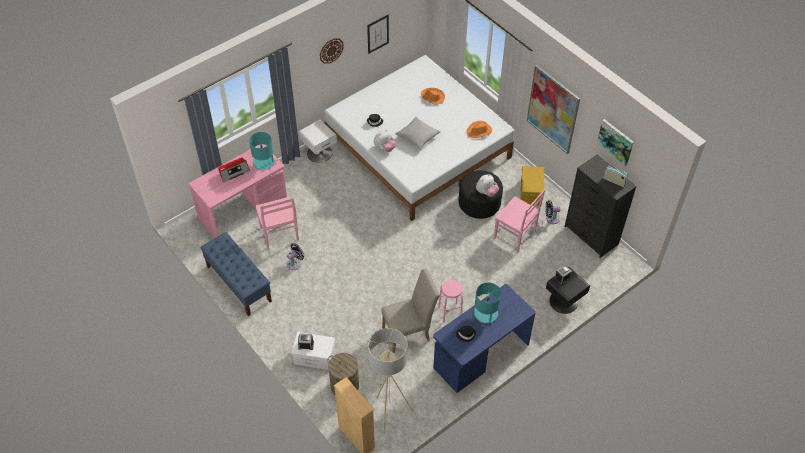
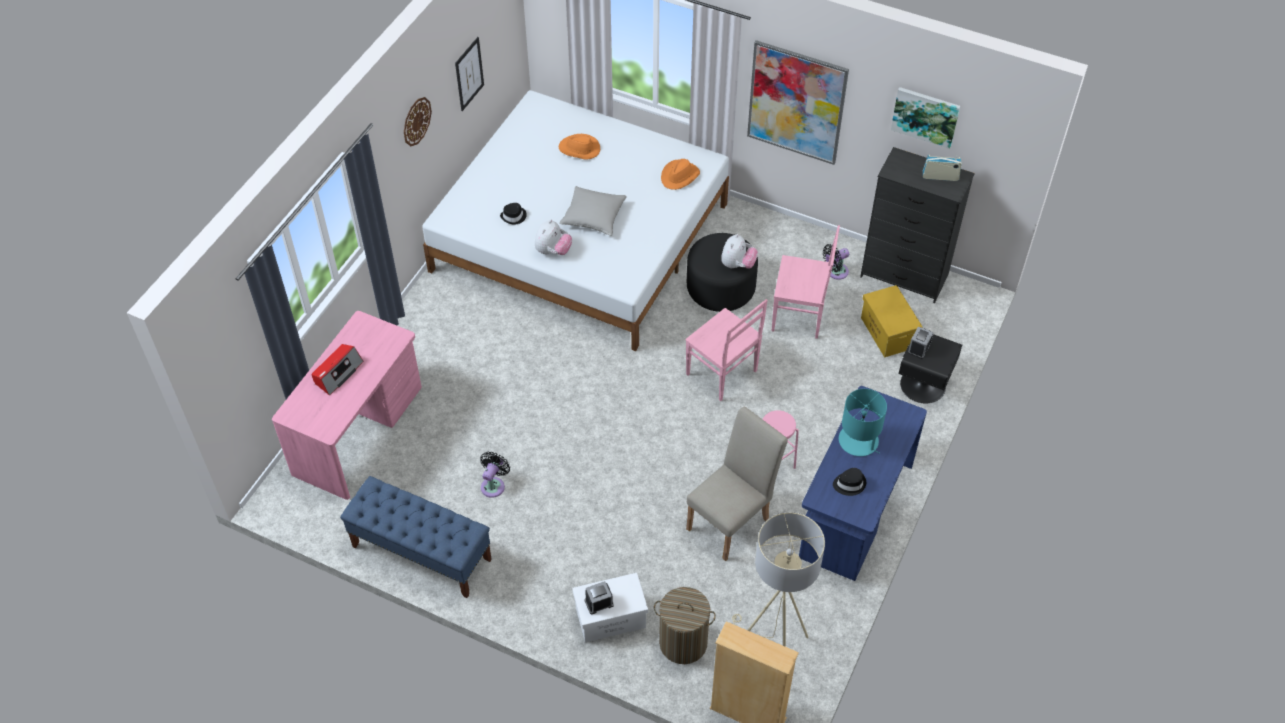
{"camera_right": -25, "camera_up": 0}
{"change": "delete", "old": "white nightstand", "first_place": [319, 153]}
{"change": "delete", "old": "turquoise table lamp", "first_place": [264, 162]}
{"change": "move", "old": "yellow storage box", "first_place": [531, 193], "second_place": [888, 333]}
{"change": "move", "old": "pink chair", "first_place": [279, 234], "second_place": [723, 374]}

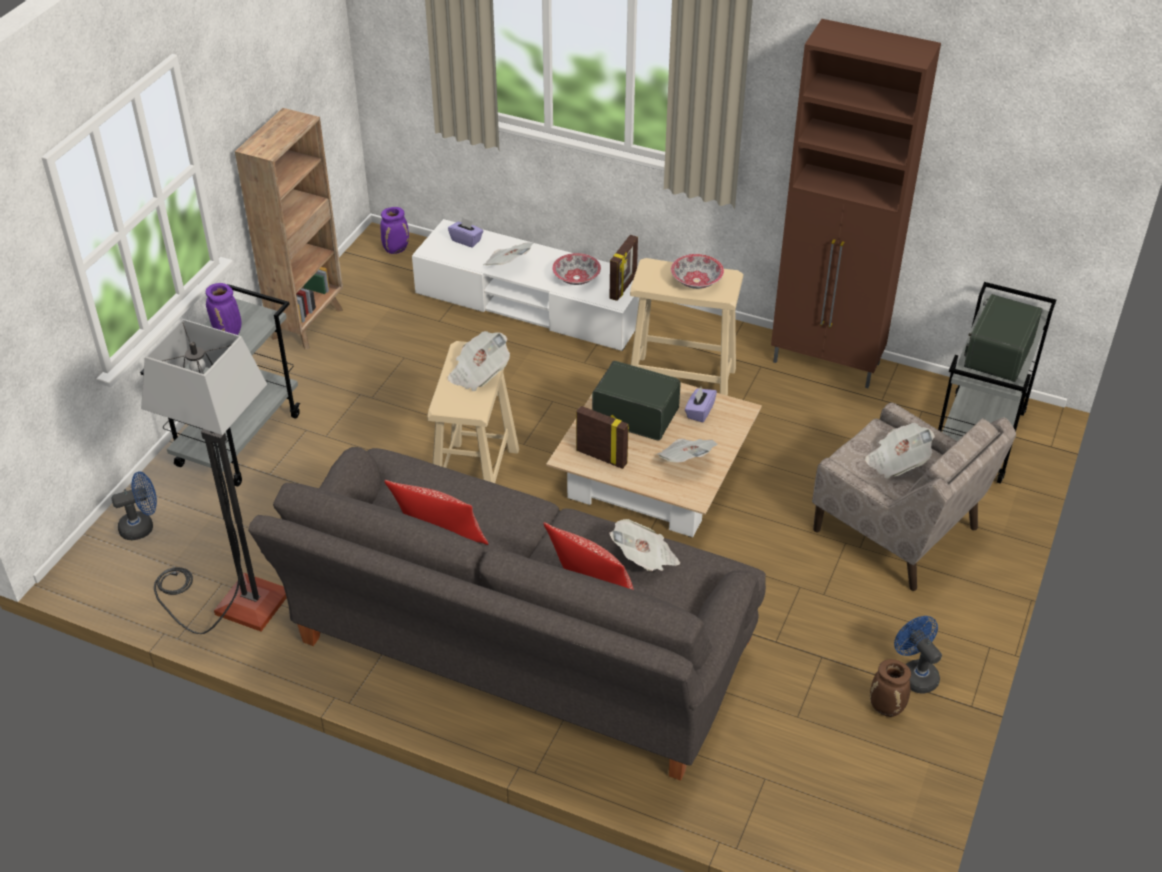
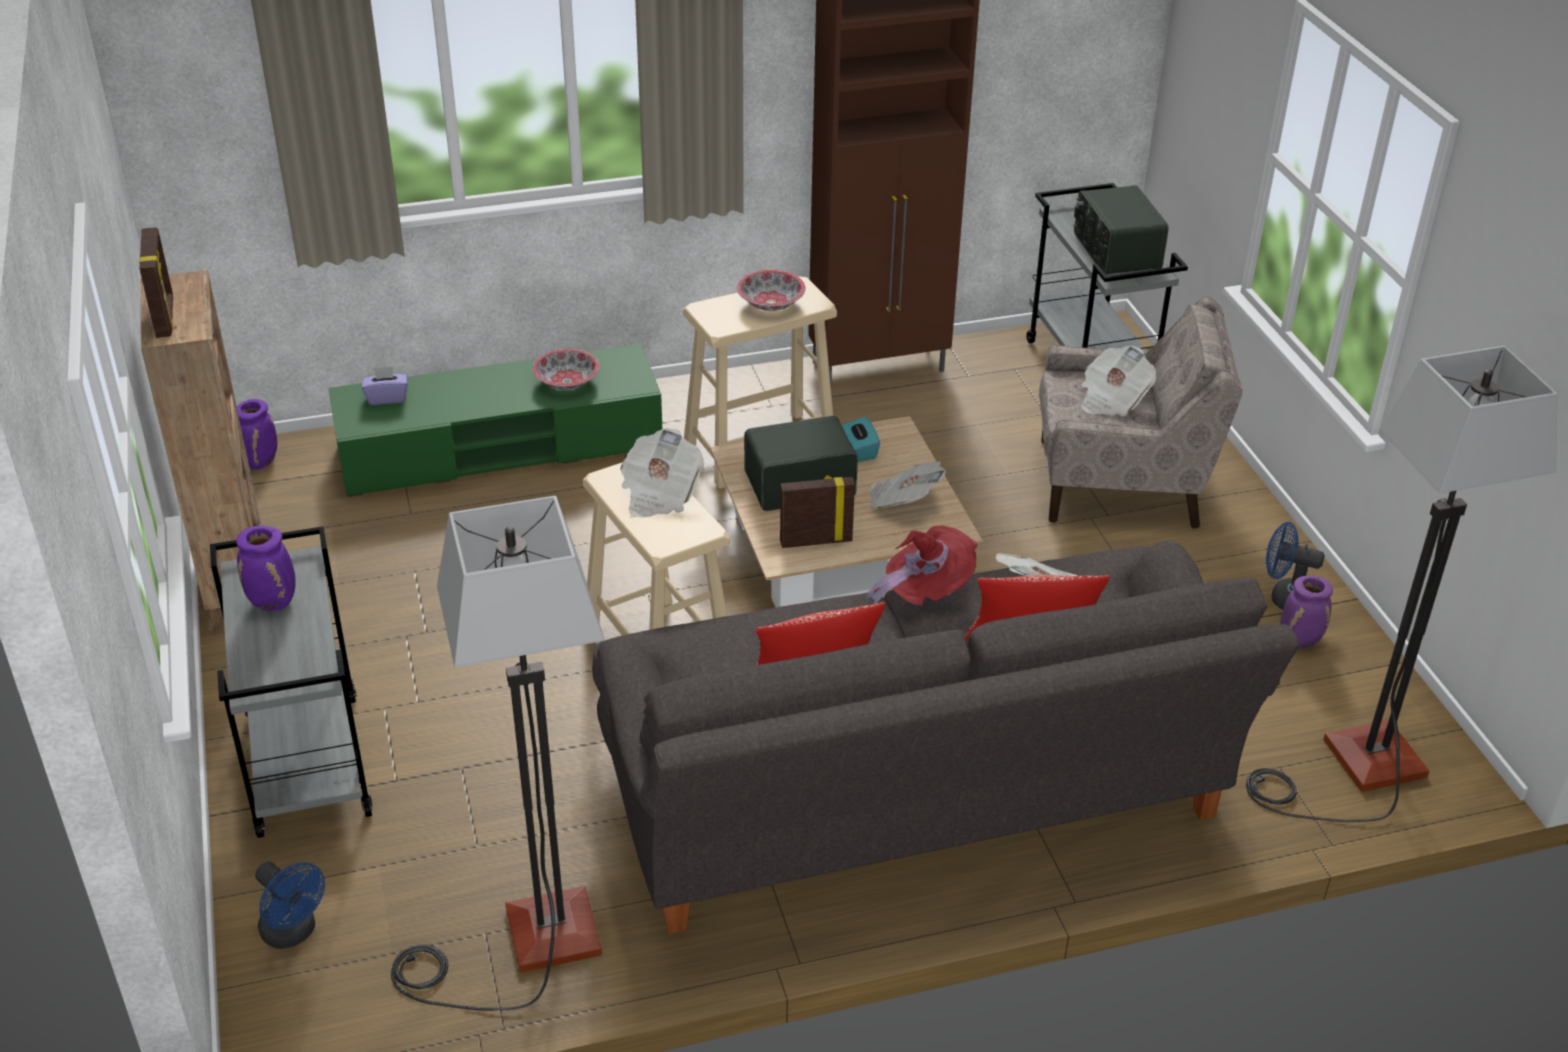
{"camera_right": -40, "camera_up": -5}
{"change": "recolor", "old": "white tv stand", "new": "green tv stand", "first_place": [530, 304], "second_place": [500, 448]}
{"change": "move", "old": "picture frame", "first_place": [624, 287], "second_place": [166, 317]}
{"change": "delete", "old": "newspaper", "first_place": [508, 265]}
{"change": "recolor", "old": "purple tissue box", "new": "turquoise tissue box", "first_place": [699, 412], "second_place": [859, 450]}
{"change": "rotate", "old": "blue fan", "first_place": [142, 526], "second_place": [294, 933], "degrees": 105}
{"change": "recolor", "old": "brown vase", "new": "purple vase", "first_place": [887, 708], "second_place": [1299, 641]}
{"change": "insert", "new": "floor lamp", "second_place": [1354, 769]}
{"change": "insert", "new": "red hat", "second_place": [925, 591]}

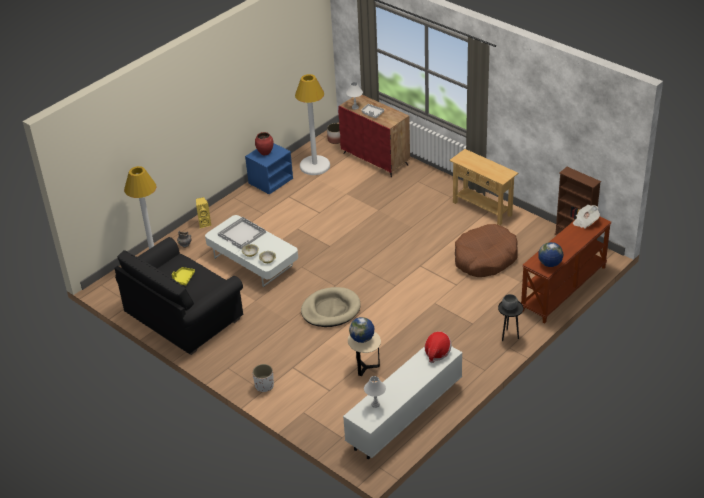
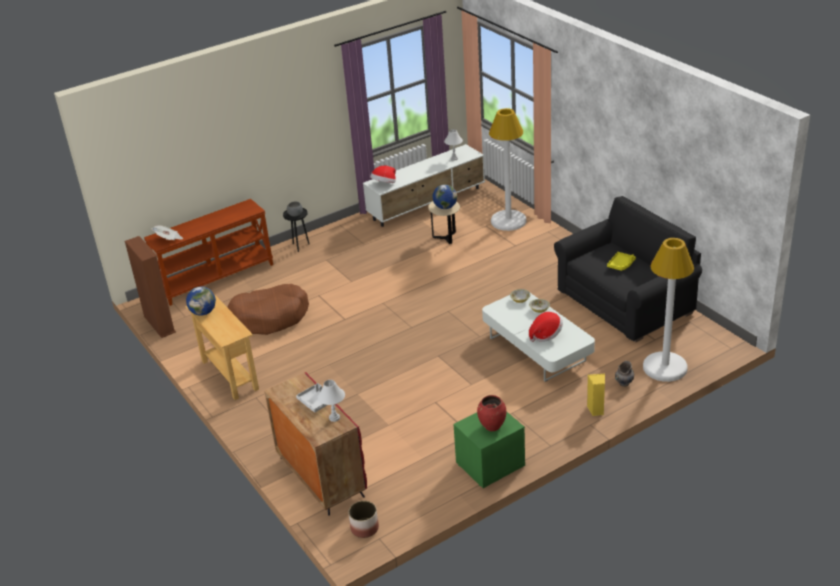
{"camera_right": -165, "camera_up": -5}
{"change": "move", "old": "white floor lamp", "first_place": [315, 166], "second_place": [508, 221]}
{"change": "recolor", "old": "blue nightstand", "new": "green nightstand", "first_place": [270, 181], "second_place": [490, 465]}
{"change": "replace", "old": "white tray", "new": "hat", "first_place": [242, 234], "second_place": [545, 335]}
{"change": "move", "old": "globe", "first_place": [550, 264], "second_place": [203, 312]}
{"change": "delete", "old": "beige dog bed", "first_place": [330, 310]}
{"change": "delete", "old": "white planter", "first_place": [264, 386]}

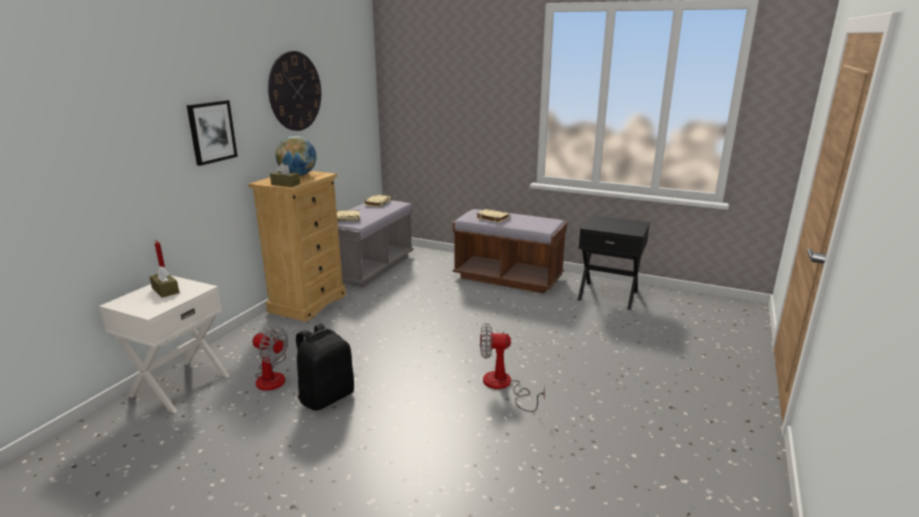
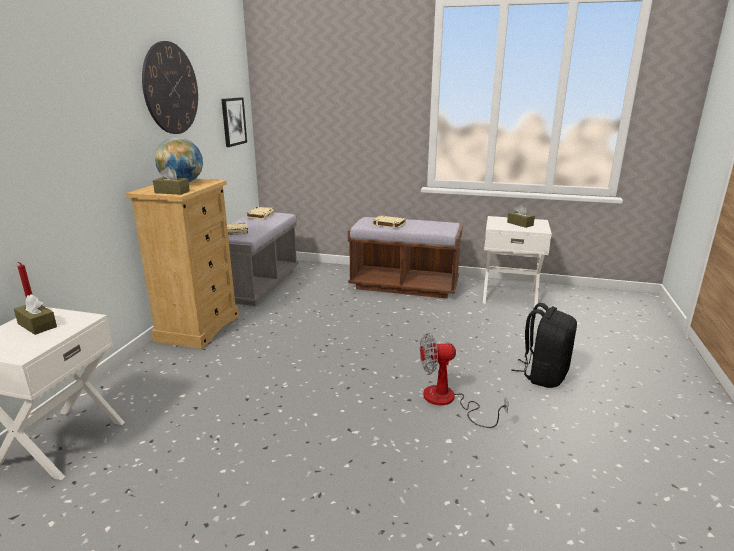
{"camera_right": -10, "camera_up": 0}
{"change": "move", "old": "picture", "first_place": [211, 132], "second_place": [233, 121]}
{"change": "recolor", "old": "black nightstand", "new": "white nightstand", "first_place": [608, 295], "second_place": [509, 295]}
{"change": "move", "old": "black backpack", "first_place": [326, 397], "second_place": [543, 375]}
{"change": "delete", "old": "fan", "first_place": [272, 376]}
{"change": "insert", "new": "brown tissue box", "second_place": [520, 224]}

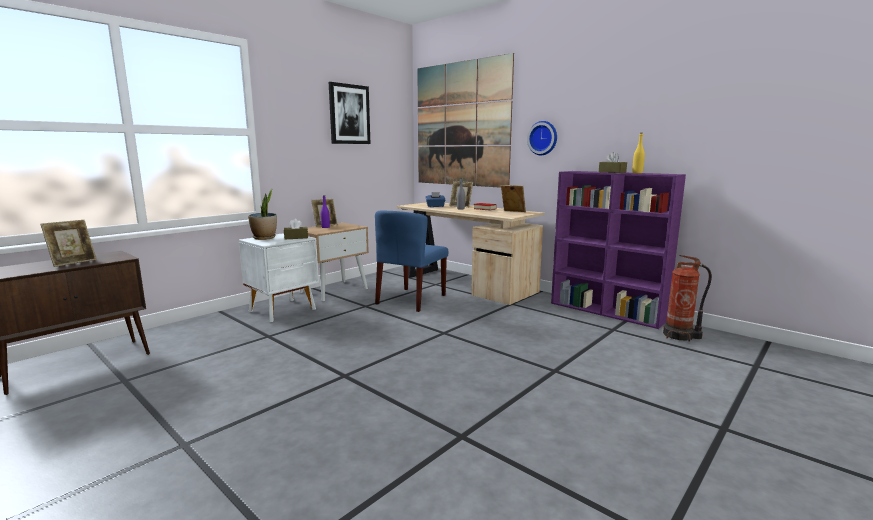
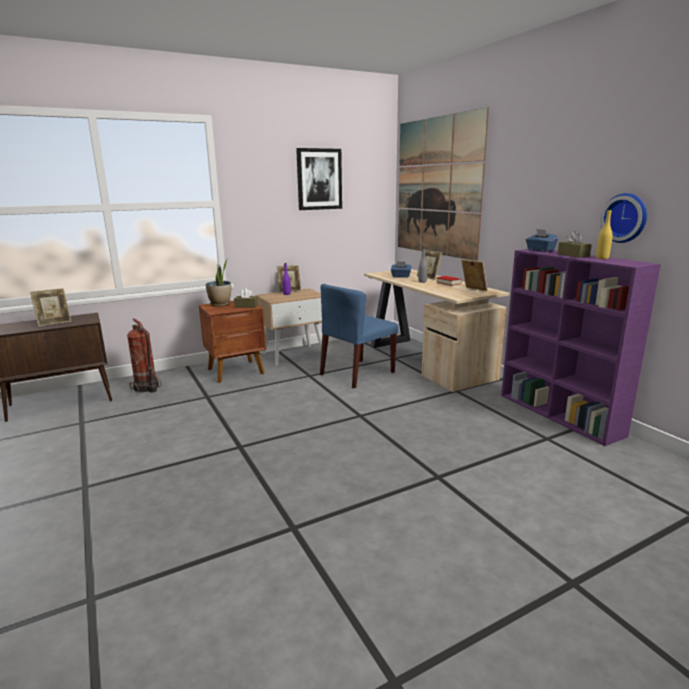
{"camera_right": 20, "camera_up": 5}
{"change": "move", "old": "wall clock", "first_place": [543, 138], "second_place": [625, 218]}
{"change": "recolor", "old": "white nightstand", "new": "brown nightstand", "first_place": [284, 310], "second_place": [237, 371]}
{"change": "move", "old": "fire extinguisher", "first_place": [679, 336], "second_place": [146, 388]}
{"change": "insert", "new": "blue tissue box", "second_place": [540, 250]}

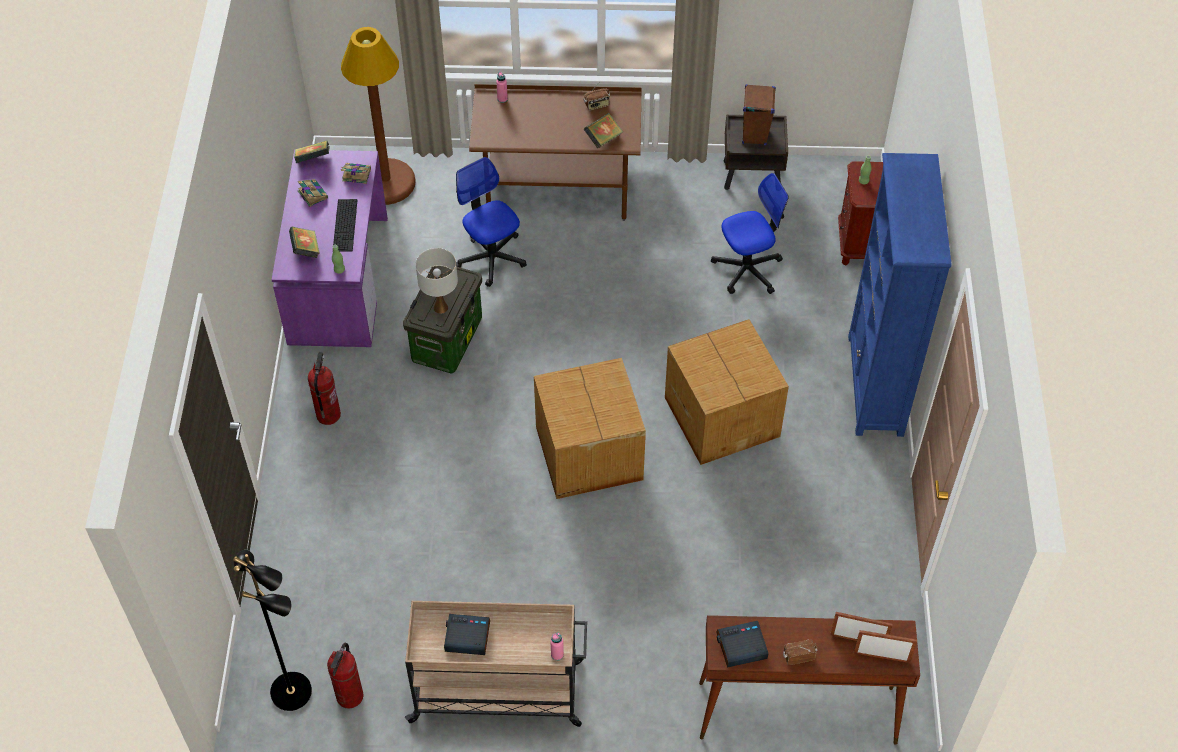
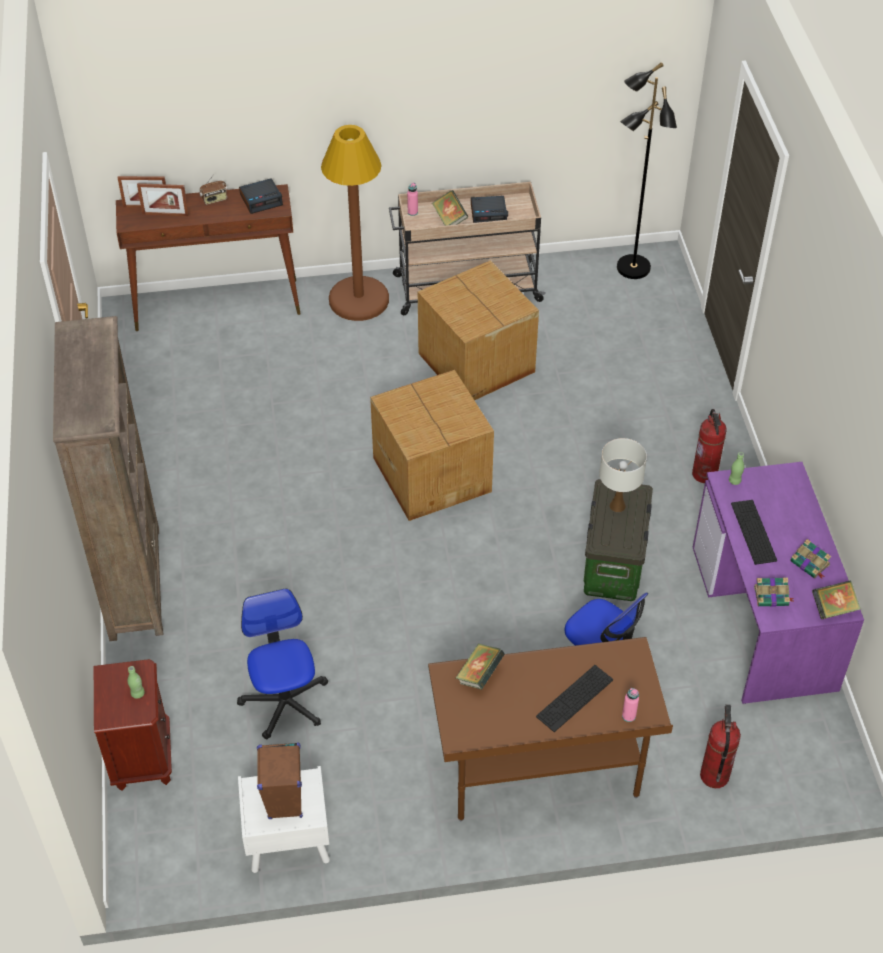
{"camera_right": 170, "camera_up": -5}
{"change": "move", "old": "brown floor lamp", "first_place": [386, 182], "second_place": [359, 300]}
{"change": "delete", "old": "radio", "first_place": [597, 105]}
{"change": "recolor", "old": "brown nightstand", "new": "white nightstand", "first_place": [752, 175], "second_place": [287, 843]}
{"change": "recolor", "old": "blue bookcase", "new": "brown bookcase", "first_place": [875, 386], "second_place": [135, 582]}
{"change": "rotate", "old": "office chair", "first_place": [747, 269], "second_place": [285, 702], "degrees": 105}
{"change": "move", "old": "book", "first_place": [306, 250], "second_place": [450, 219]}
{"change": "move", "old": "cardboard box", "first_place": [722, 415], "second_place": [476, 364]}
{"change": "move", "old": "fire extinguisher", "first_place": [350, 696], "second_place": [714, 776]}
{"change": "insert", "new": "keyboard", "second_place": [574, 698]}

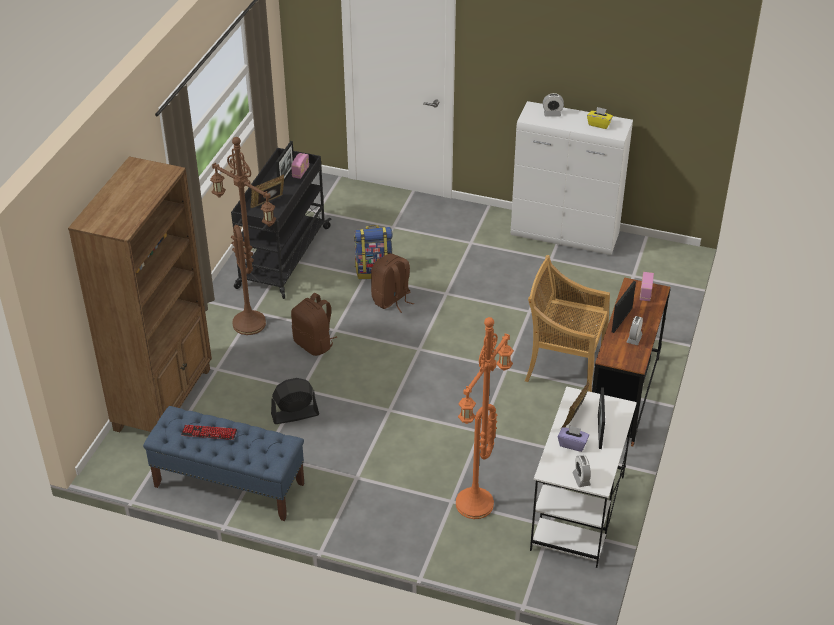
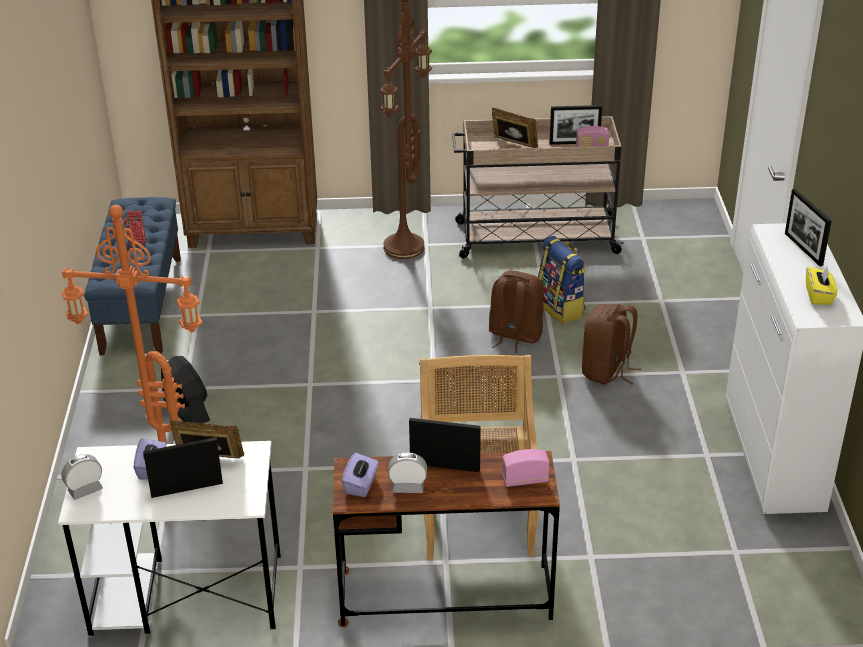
{"camera_right": 70, "camera_up": -5}
{"change": "replace", "old": "alarm clock", "new": "picture frame", "first_place": [552, 114], "second_place": [803, 249]}
{"change": "recolor", "old": "black cart", "new": "beige cart", "first_place": [282, 258], "second_place": [534, 238]}
{"change": "move", "old": "brown backpack", "first_place": [314, 344], "second_place": [607, 371]}
{"change": "move", "old": "black fan", "first_place": [295, 414], "second_place": [186, 409]}
{"change": "insert", "new": "purple tissue box", "second_place": [361, 485]}

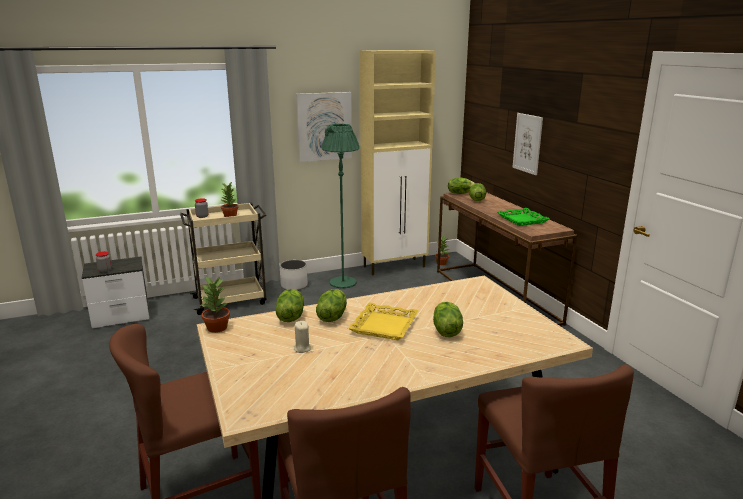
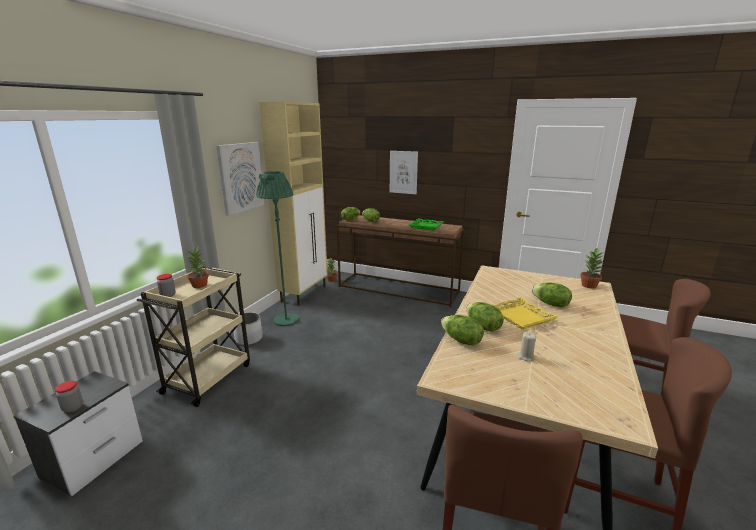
{"camera_right": -45, "camera_up": 0}
{"change": "move", "old": "potted plant", "first_place": [217, 328], "second_place": [589, 285]}

